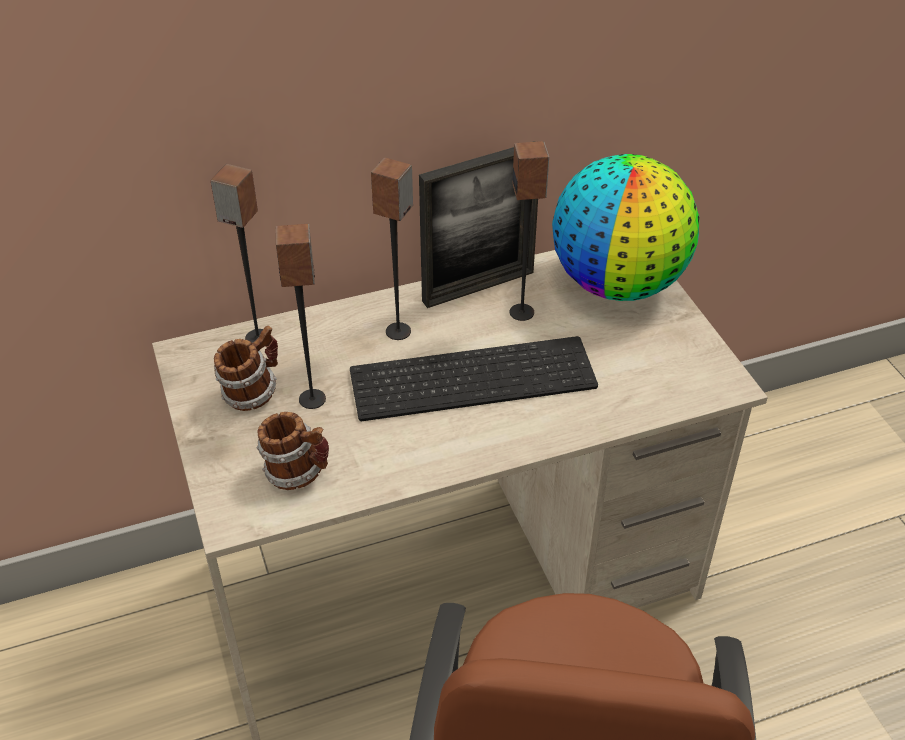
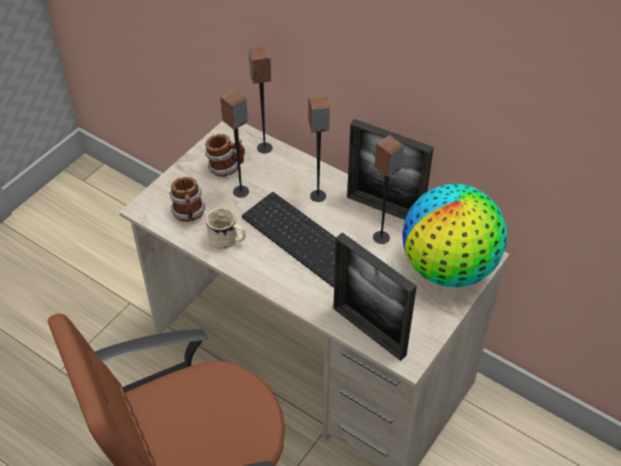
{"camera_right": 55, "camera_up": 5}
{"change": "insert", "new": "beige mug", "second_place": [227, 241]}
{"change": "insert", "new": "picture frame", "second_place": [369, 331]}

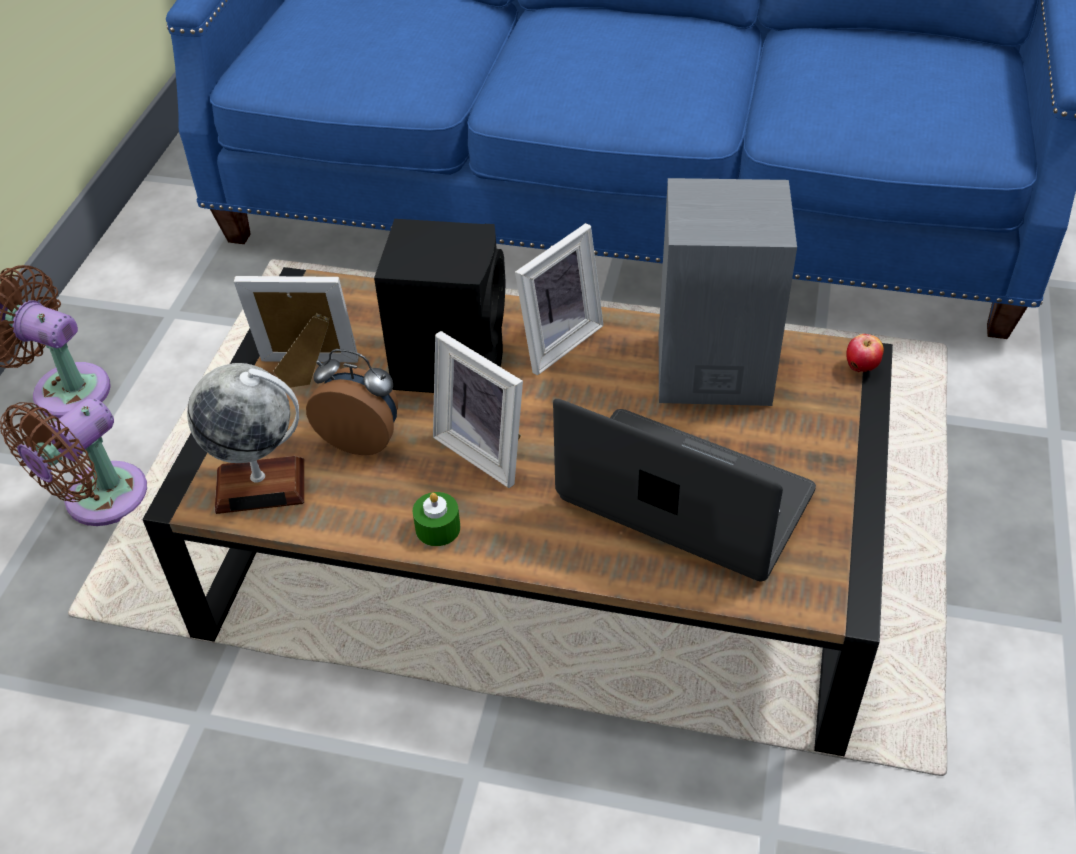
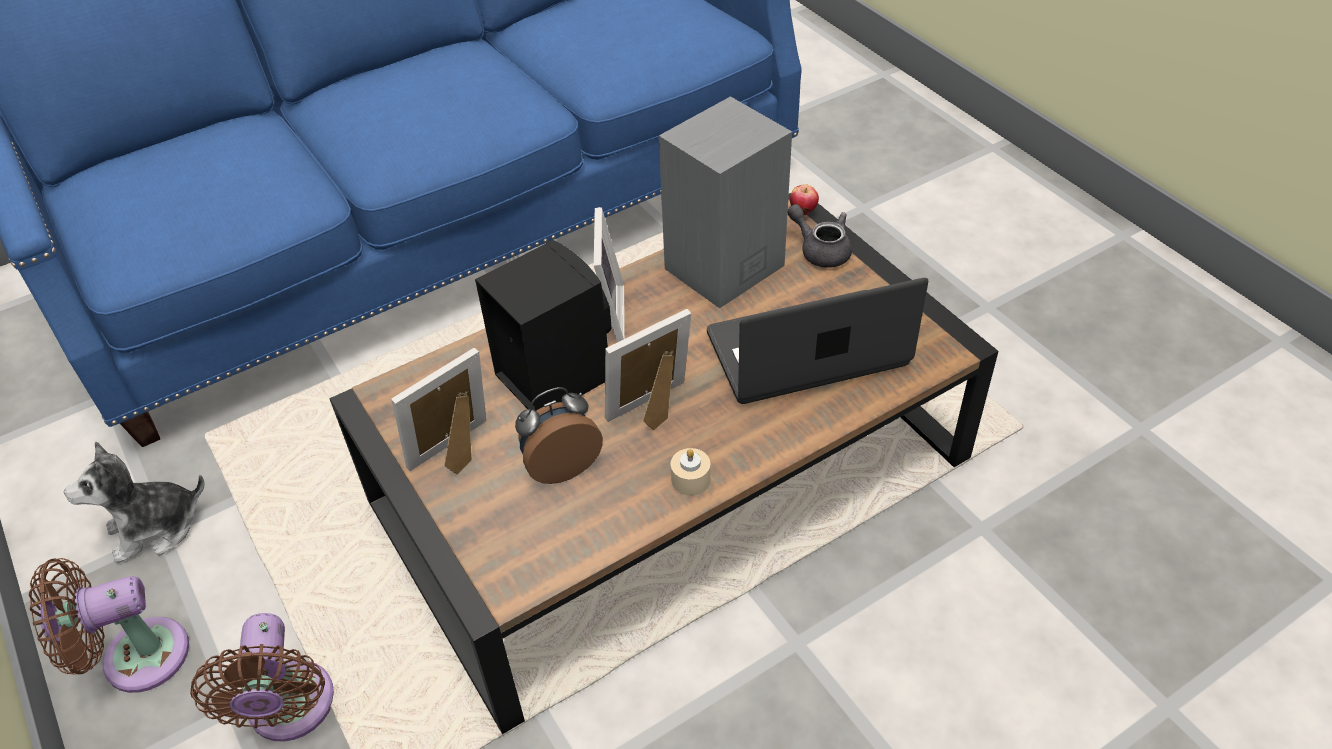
{"camera_right": -45, "camera_up": 0}
{"change": "rotate", "old": "picture frame", "first_place": [486, 449], "second_place": [654, 410], "degrees": 150}
{"change": "delete", "old": "globe", "first_place": [260, 485]}
{"change": "recolor", "old": "green candle", "new": "beige candle", "first_place": [437, 528], "second_place": [690, 479]}
{"change": "insert", "new": "grey teapot", "second_place": [820, 250]}
{"change": "insert", "new": "plush toy", "second_place": [155, 528]}

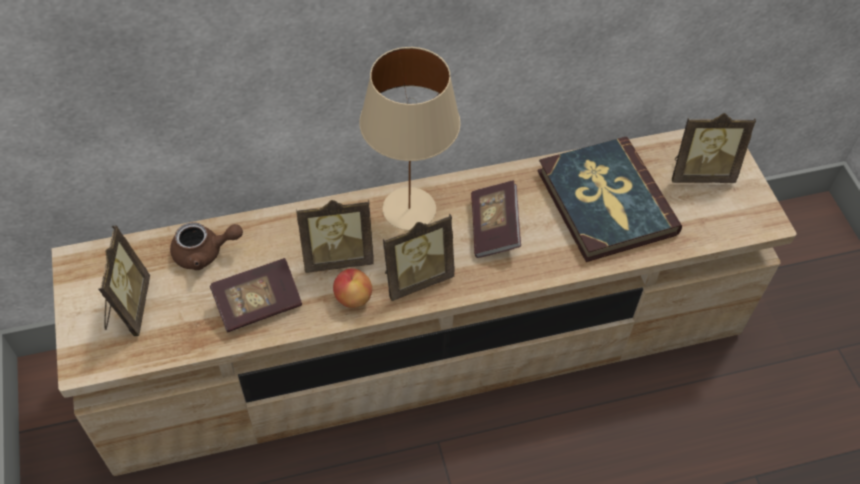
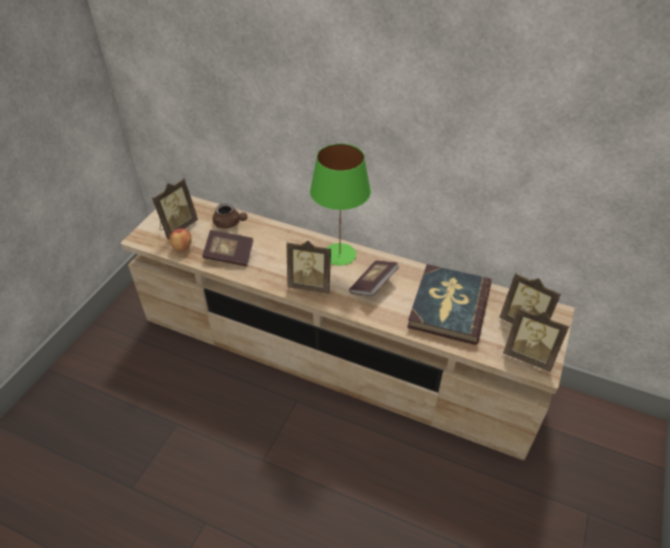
{"camera_right": 40, "camera_up": -10}
{"change": "recolor", "old": "beige table lamp", "new": "green table lamp", "first_place": [410, 208], "second_place": [340, 254]}
{"change": "move", "old": "picture frame", "first_place": [337, 257], "second_place": [528, 356]}
{"change": "move", "old": "apple", "first_place": [353, 297], "second_place": [182, 247]}

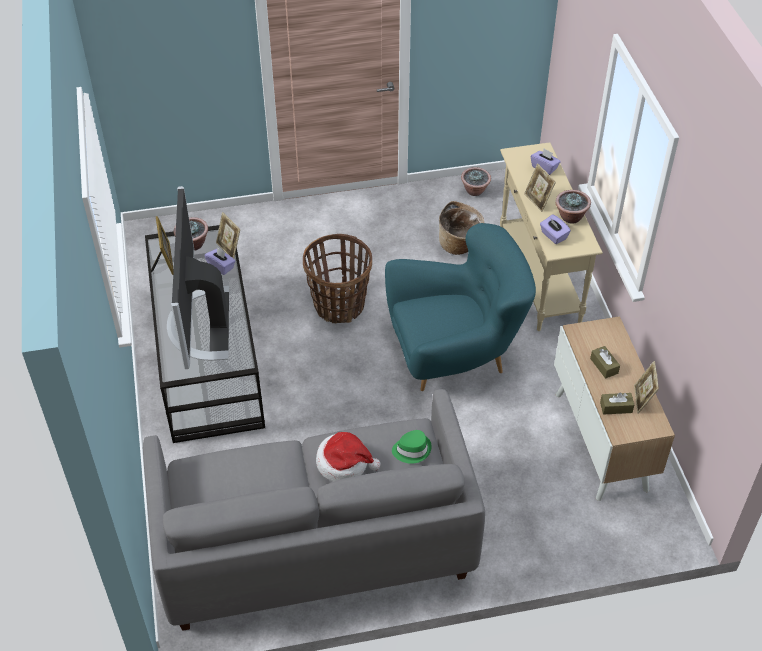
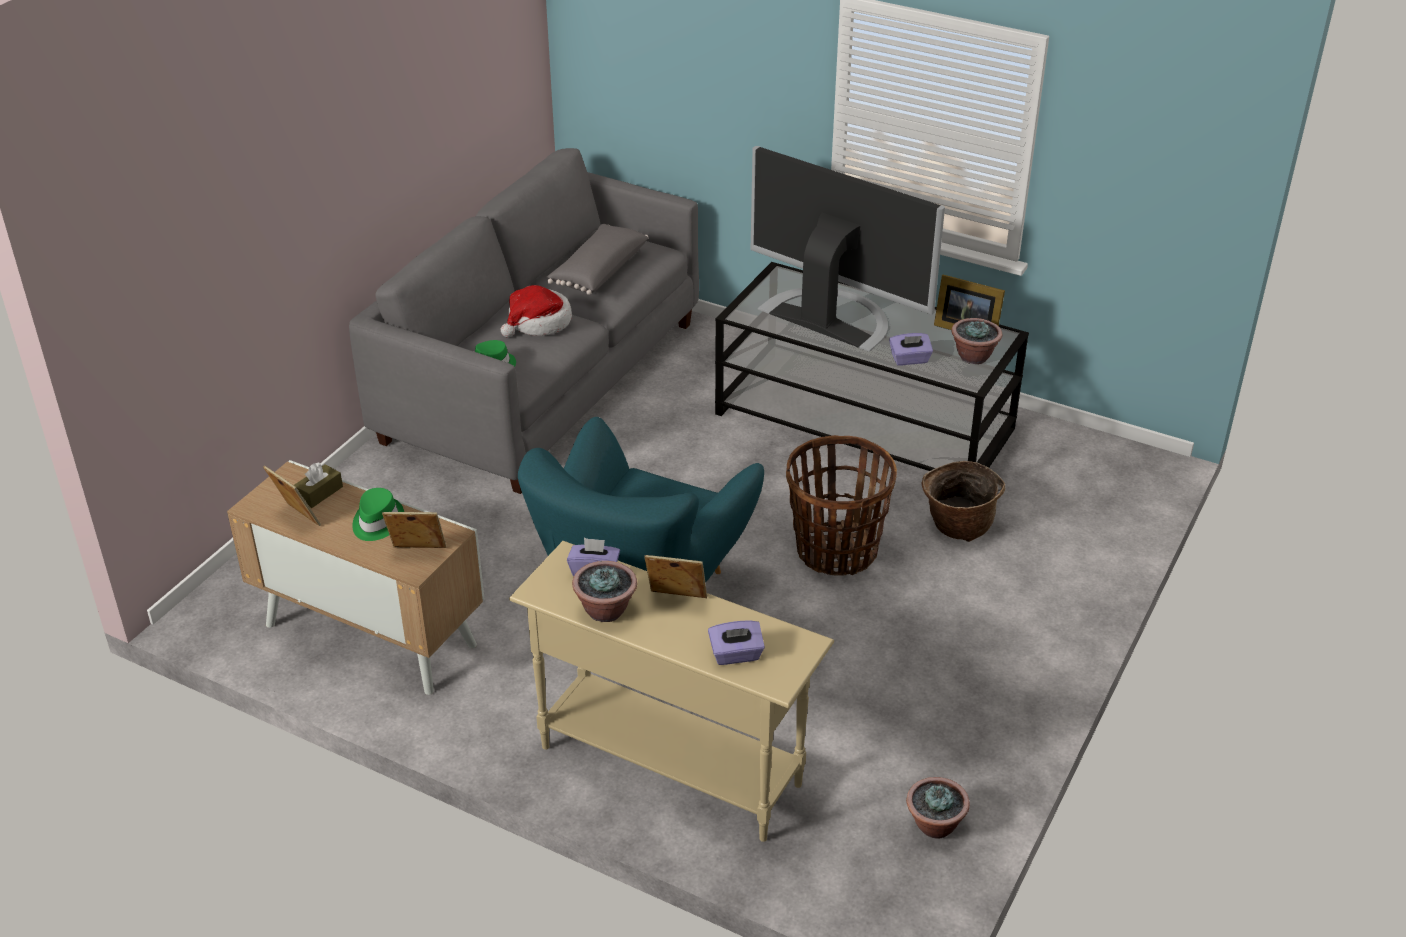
{"camera_right": 130, "camera_up": -10}
{"change": "move", "old": "basket", "first_place": [460, 245], "second_place": [957, 526]}
{"change": "move", "old": "picture frame", "first_place": [229, 249], "second_place": [418, 553]}
{"change": "replace", "old": "brown tissue box", "new": "green hat", "first_place": [604, 366], "second_place": [377, 522]}
{"change": "insert", "new": "grey pillow", "second_place": [598, 271]}

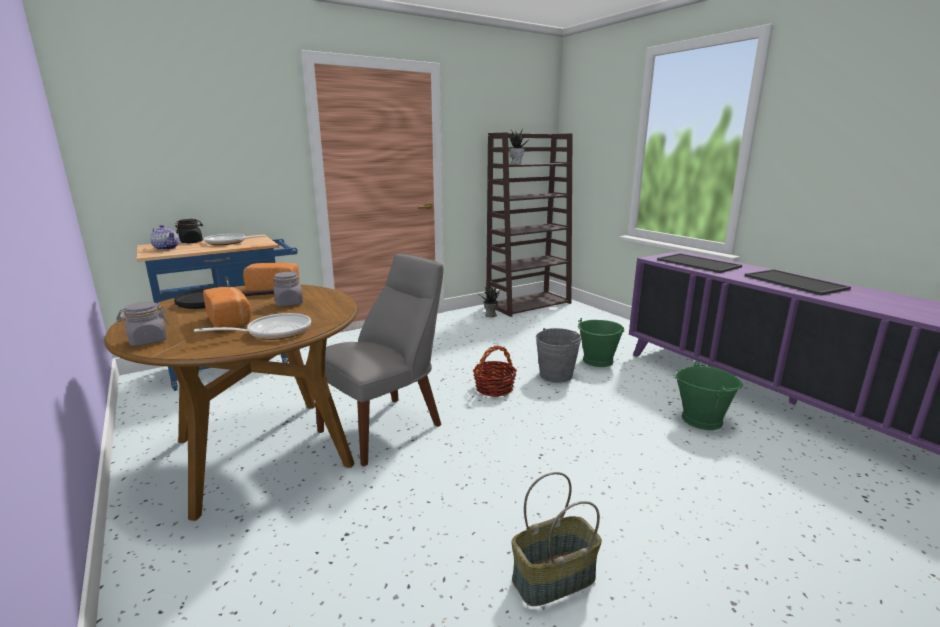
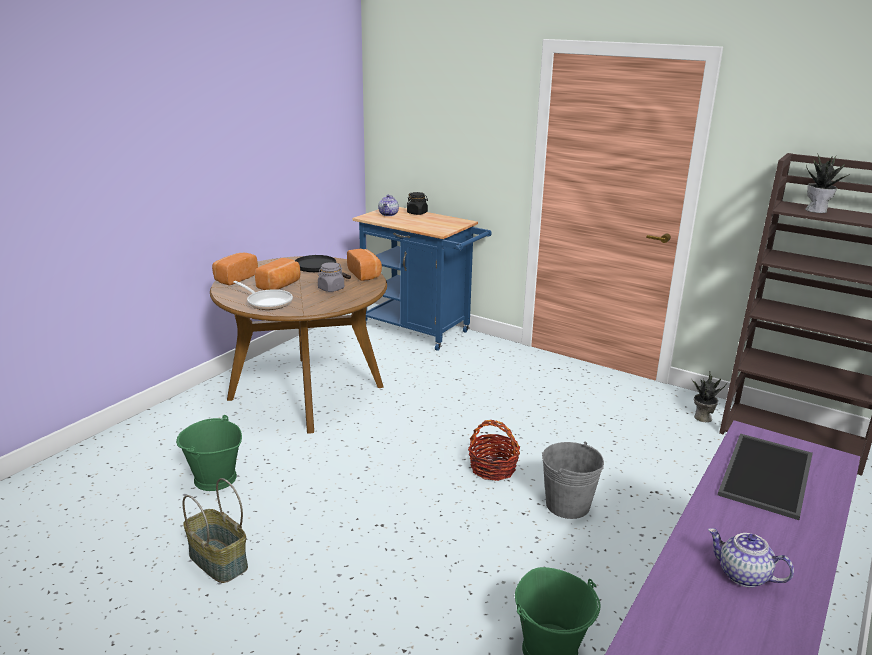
{"camera_right": 65, "camera_up": 5}
{"change": "delete", "old": "frying pan", "first_place": [228, 243]}
{"change": "delete", "old": "grey chair", "first_place": [386, 426]}
{"change": "replace", "old": "tray", "new": "teapot", "first_place": [796, 282], "second_place": [743, 575]}
{"change": "replace", "old": "grey jar", "new": "bread", "first_place": [147, 341], "second_place": [234, 278]}
{"change": "move", "old": "green bucket", "first_place": [598, 361], "second_place": [214, 479]}

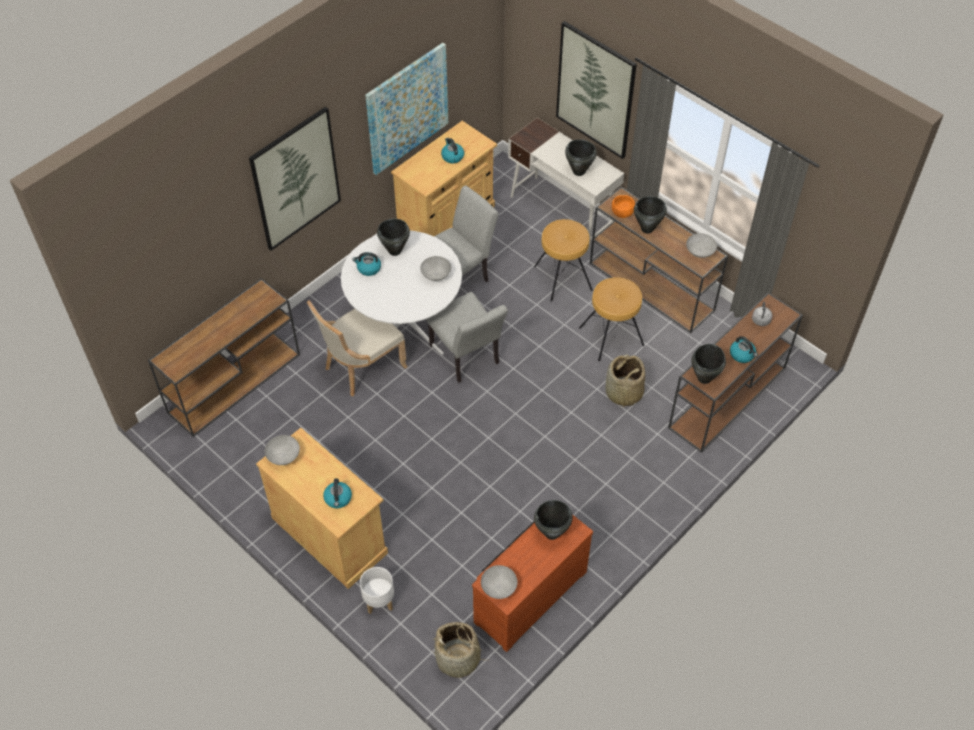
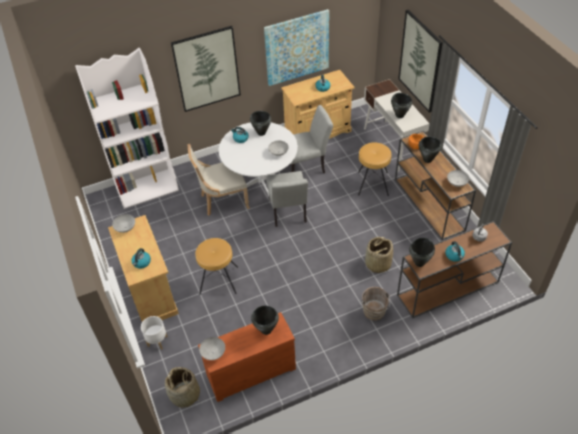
{"camera_right": 25, "camera_up": -5}
{"change": "move", "old": "brown stool", "first_place": [611, 336], "second_place": [219, 280]}
{"change": "replace", "old": "brown console table", "new": "white bookcase", "first_place": [235, 382], "second_place": [147, 188]}
{"change": "insert", "new": "brown bucket", "second_place": [374, 313]}

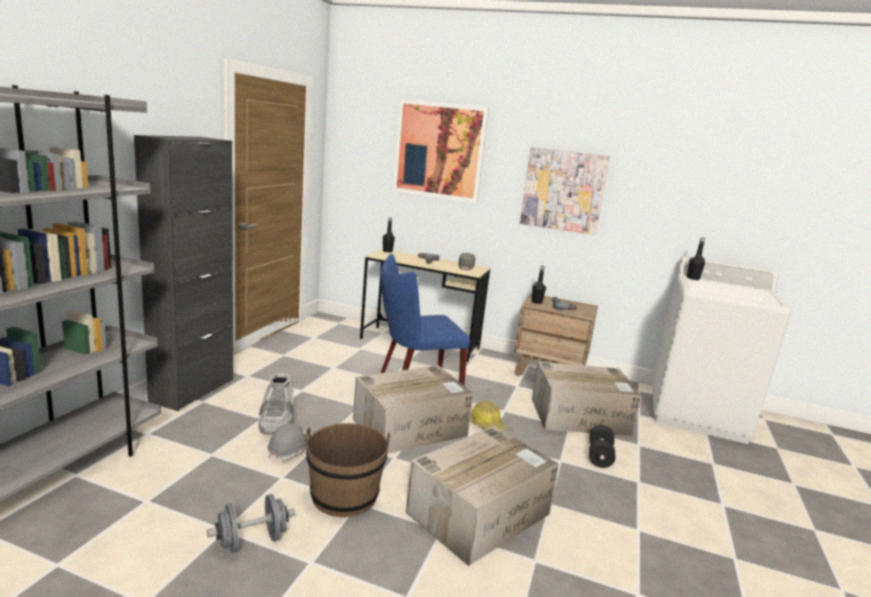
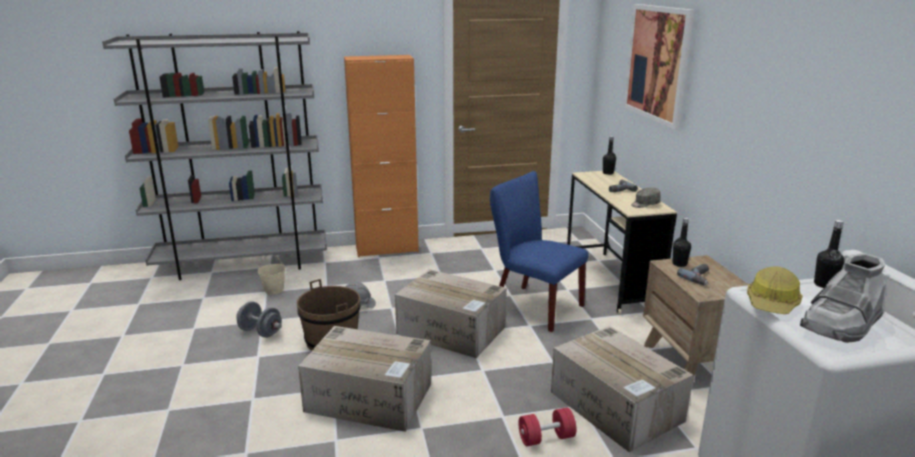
{"camera_right": 60, "camera_up": 5}
{"change": "recolor", "old": "black cabinet", "new": "orange cabinet", "first_place": [193, 390], "second_place": [387, 249]}
{"change": "delete", "old": "picture", "first_place": [563, 190]}
{"change": "move", "old": "grey boot", "first_place": [277, 421], "second_place": [840, 326]}
{"change": "move", "old": "hard hat", "first_place": [486, 424], "second_place": [772, 303]}
{"change": "recolor", "old": "black dumbbell", "new": "red dumbbell", "first_place": [599, 456], "second_place": [546, 438]}
{"change": "insert", "new": "beige bucket", "second_place": [274, 290]}

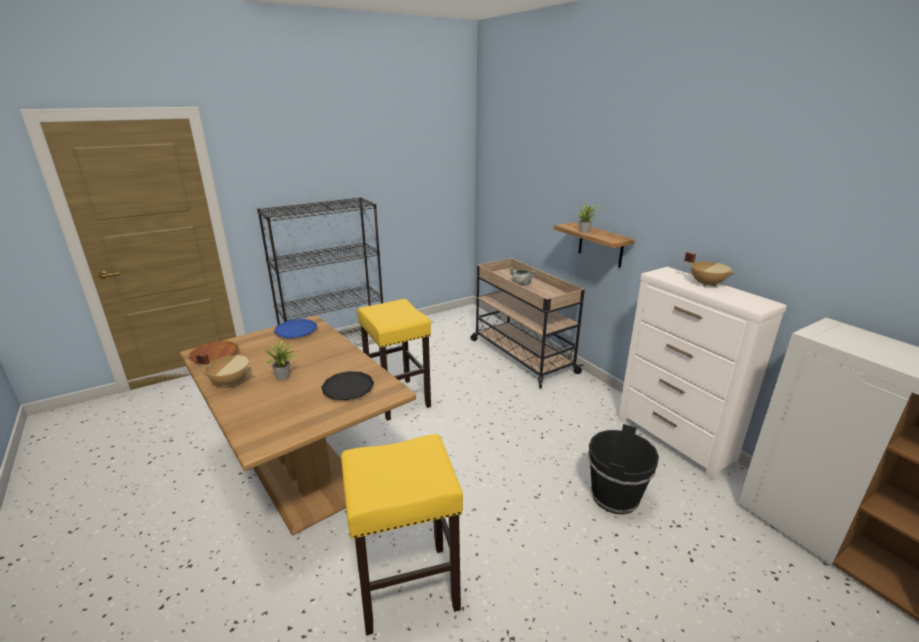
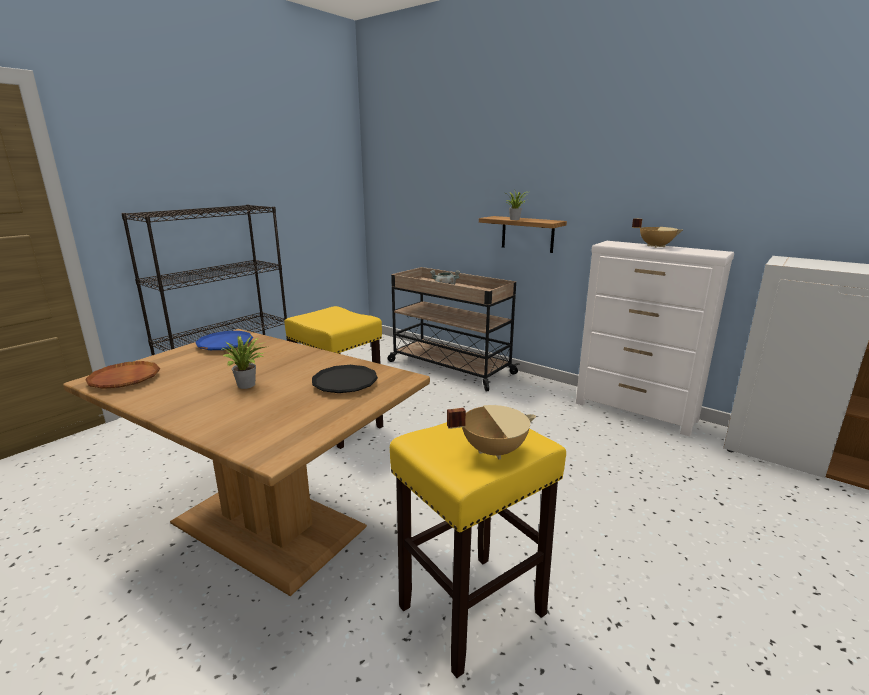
{"camera_right": -20, "camera_up": -5}
{"change": "move", "old": "beige cooking pot", "first_place": [230, 382], "second_place": [493, 450]}
{"change": "delete", "old": "black bucket", "first_place": [615, 497]}

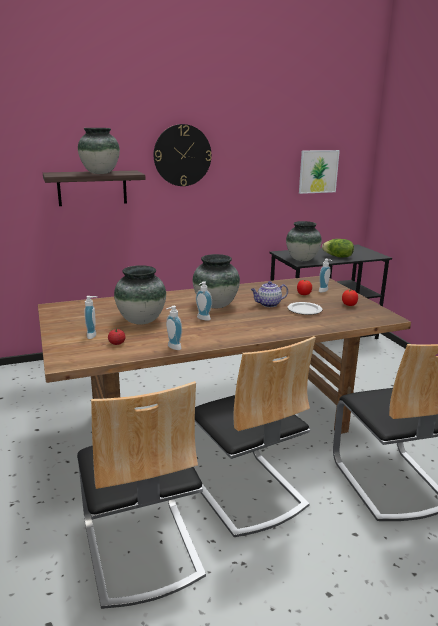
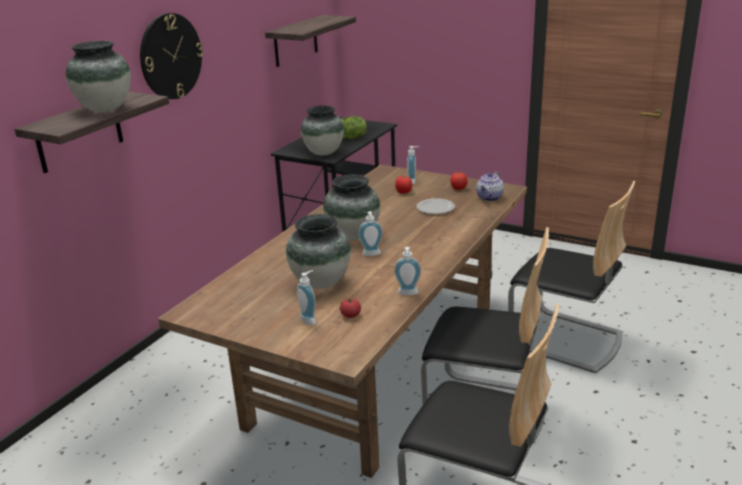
{"camera_right": -40, "camera_up": 5}
{"change": "replace", "old": "picture", "new": "shelf", "first_place": [318, 171], "second_place": [295, 41]}
{"change": "move", "old": "teapot", "first_place": [268, 304], "second_place": [489, 198]}

